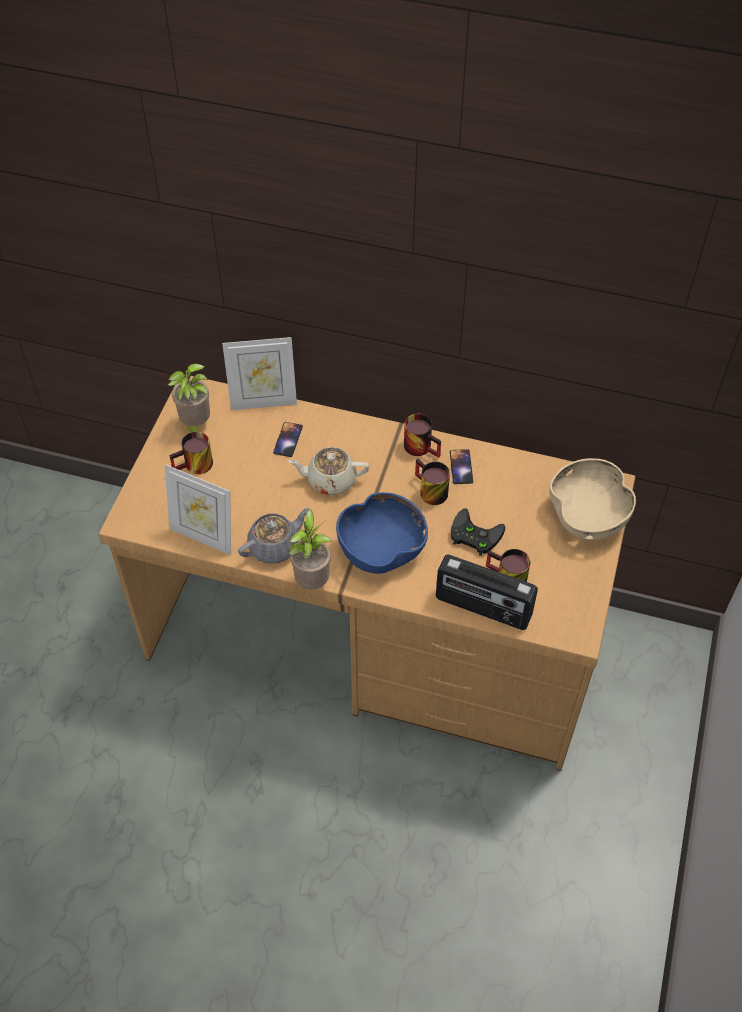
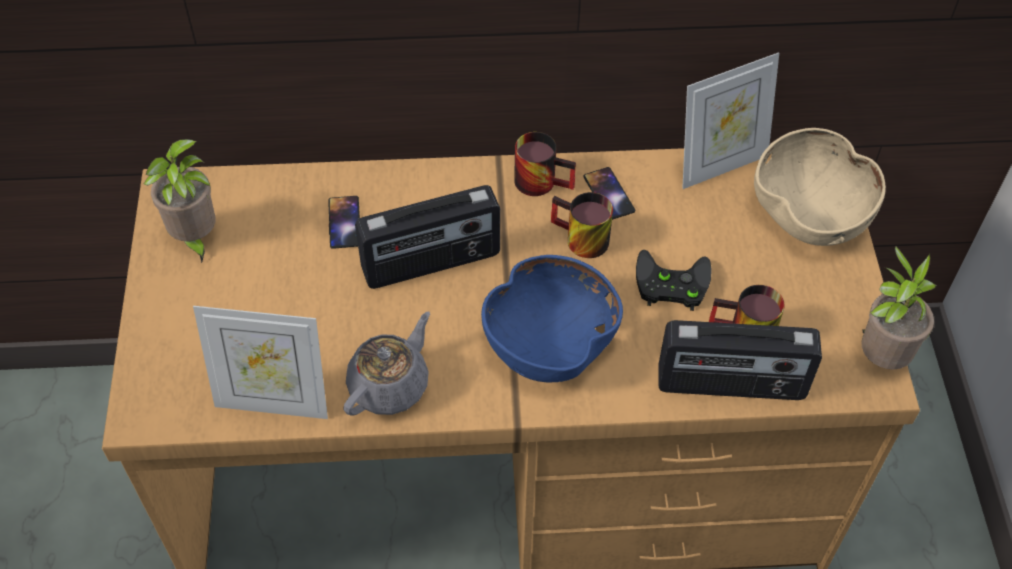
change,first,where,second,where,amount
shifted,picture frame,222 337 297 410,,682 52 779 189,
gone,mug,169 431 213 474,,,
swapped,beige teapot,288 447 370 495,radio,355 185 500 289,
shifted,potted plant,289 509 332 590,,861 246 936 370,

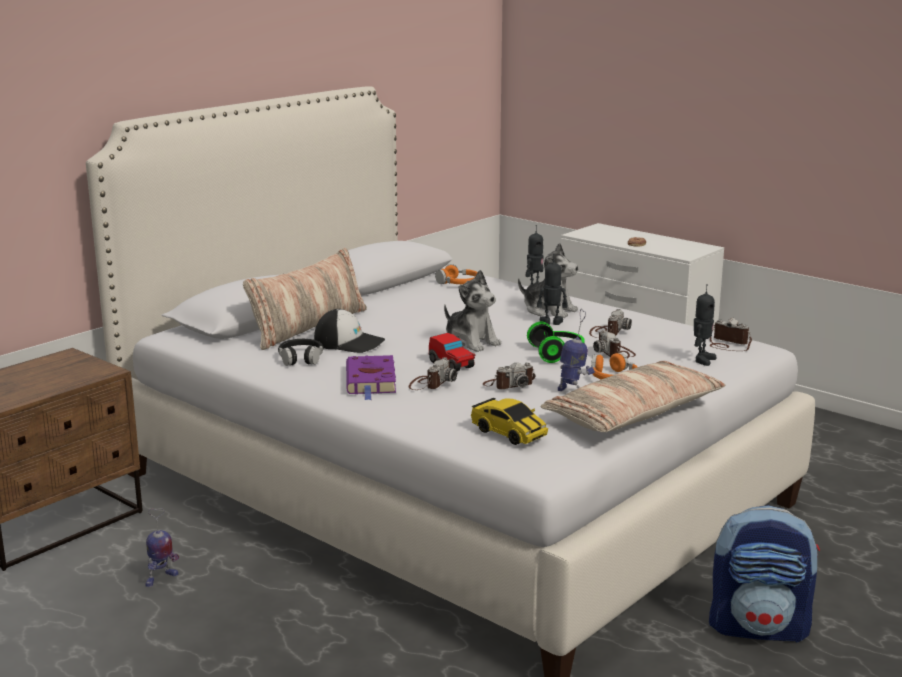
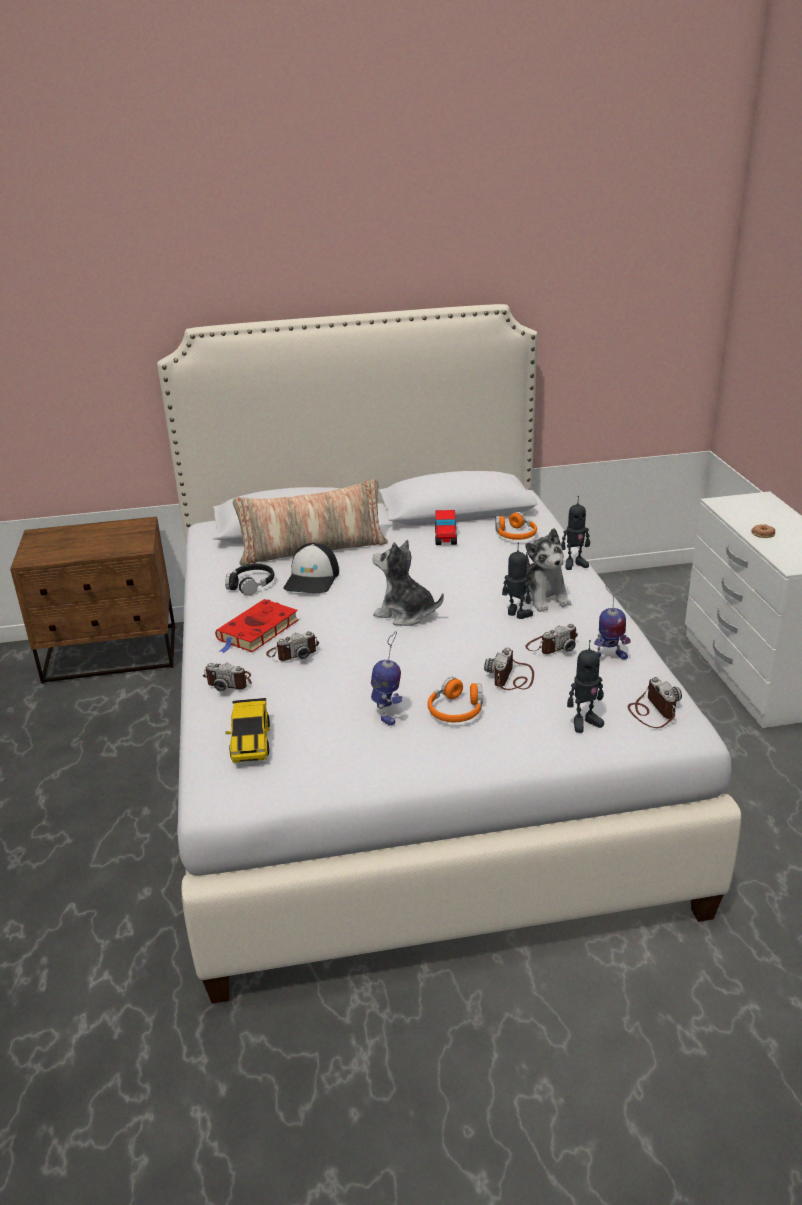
change,first,where,second,where,amount
rotated,plush toy,444 270 501 352,,372 540 444 626,120 degrees clockwise
rotated,cap,314 309 385 353,,284 543 339 593,45 degrees clockwise
gone,headphones,527 322 585 363,,,
shifted,toy car,429 333 475 371,,435 510 457 545,
repainted,purple book,346 355 396 400,red book,215 599 299 653,
gone,pillow,541 361 725 432,,,
shifted,photo camera,483 362 536 389,,203 663 252 692,
gone,backpack,709 505 820 643,,,
shifted,toy robot,145 508 179 587,,594 584 631 660,

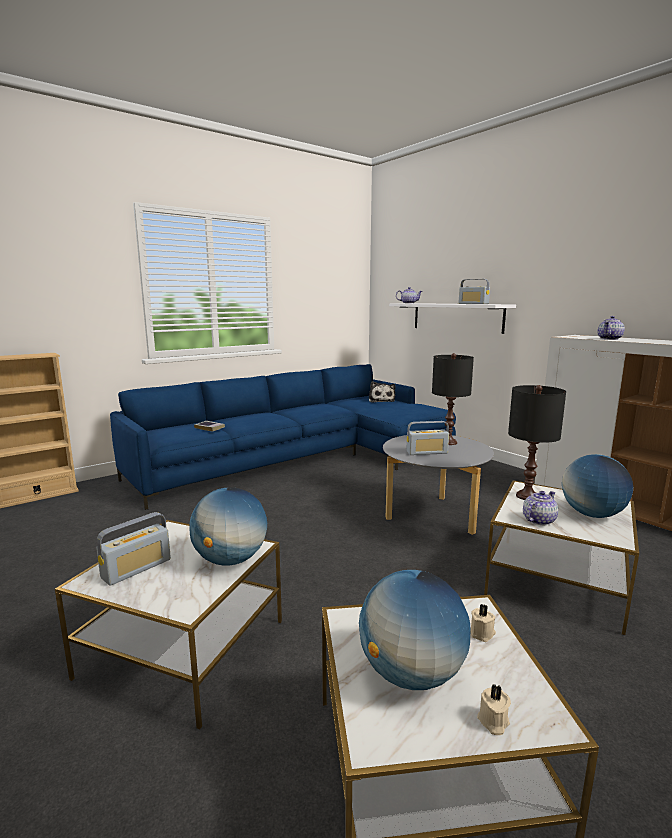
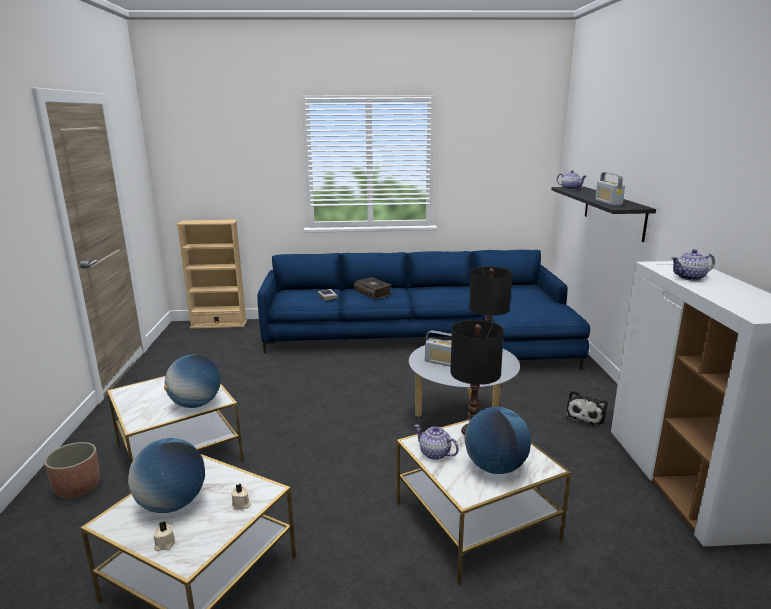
change,first,where,second,where,amount
repainted,white shelf,389 303 516 334,black shelf,551 187 656 242,
shifted,plush toy,369 381 396 403,,566 390 607 427,
rotated,teapot,523 491 558 525,,414 425 459 460,135 degrees counterclockwise
gone,radio,96 512 171 586,,,
new,,,book,354 277 392 299,
new,,,planter,44 442 100 498,

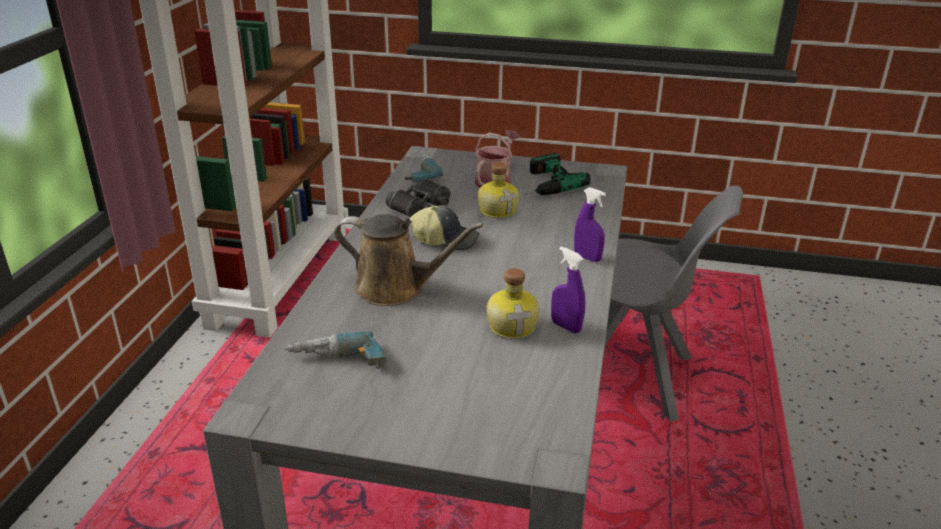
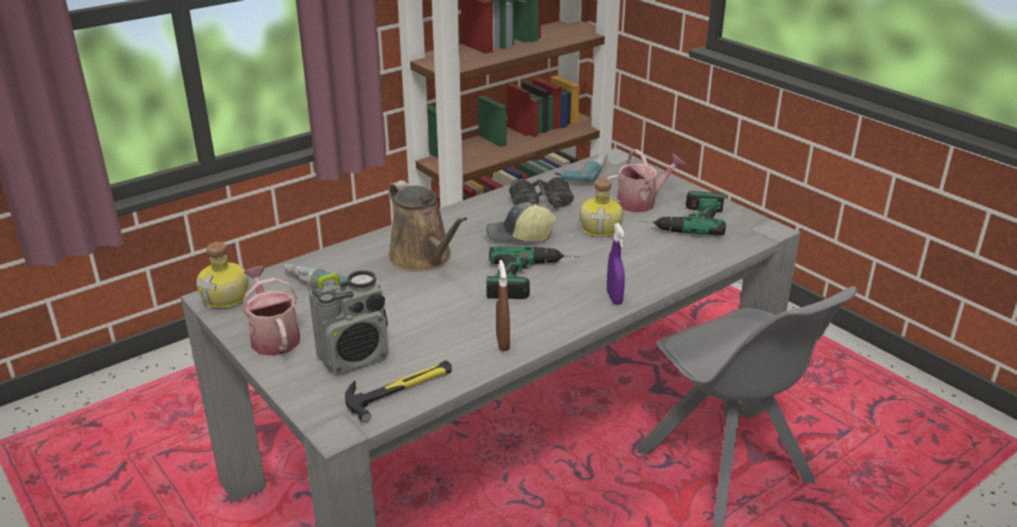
change,first,where,second,where,amount
rotated,cap,410 205 480 250,,486 202 556 242,135 degrees clockwise
repainted,purple spray bottle,551 247 585 334,brown spray bottle,496 260 510 351,
shifted,bottle,487 268 540 339,,196 242 248 308,
new,,,power drill,486 247 580 299,
new,,,watering can,242 266 300 356,
new,,,radio,309 270 389 374,
new,,,hammer,345 360 452 423,

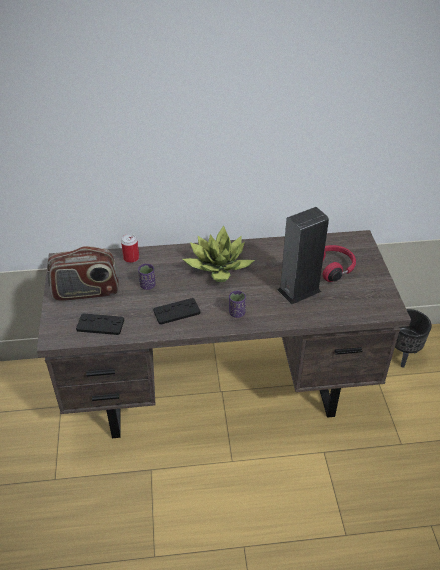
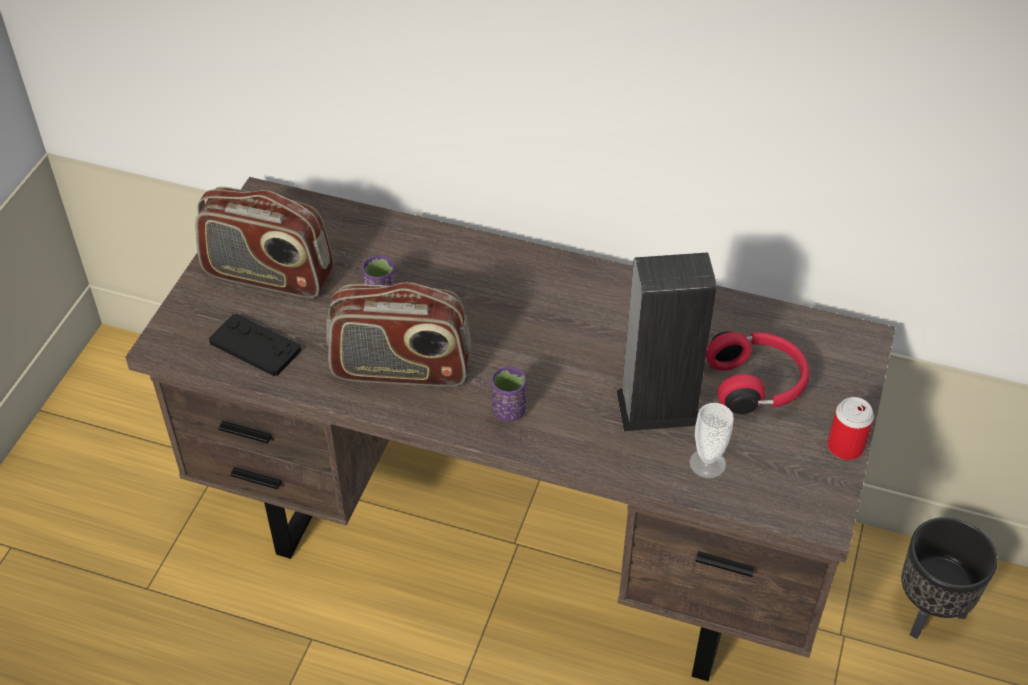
change,first,where,second,where,amount
gone,potted plant,183 225 255 282,,,
shifted,can,121 234 139 263,,827 397 874 460,
swapped,black game controller,153 298 200 325,radio,326 282 471 387,
new,,,cup,689 403 734 478,

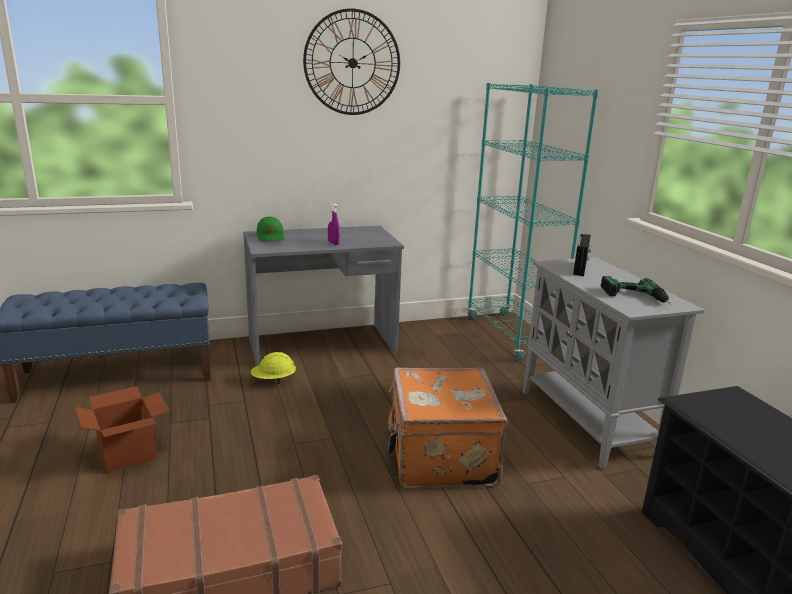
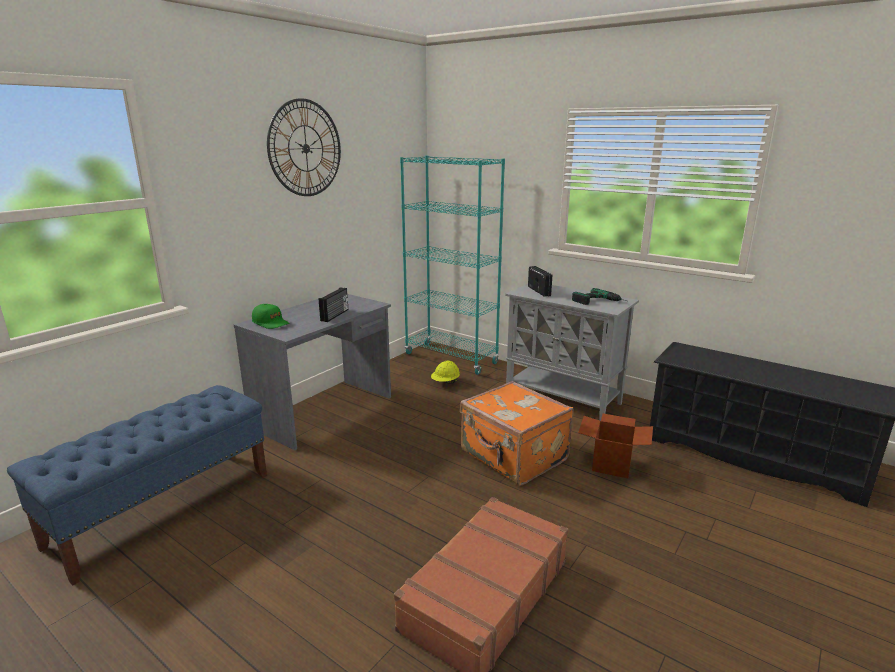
change,first,where,second,where,amount
swapped,purple spray bottle,328 202 340 245,radio,319 288 348 322,
shifted,yellow hard hat,250 352 296 384,,431 361 460 384,
shifted,cardboard box,75 386 170 473,,578 414 653 478,

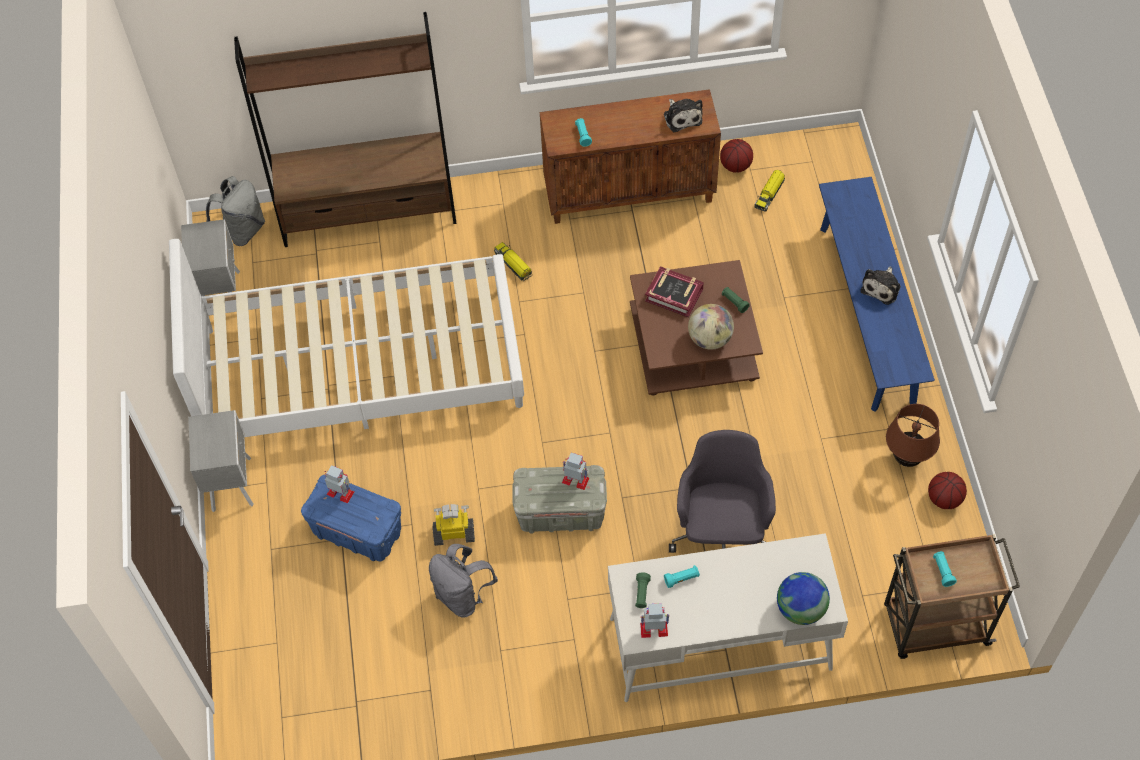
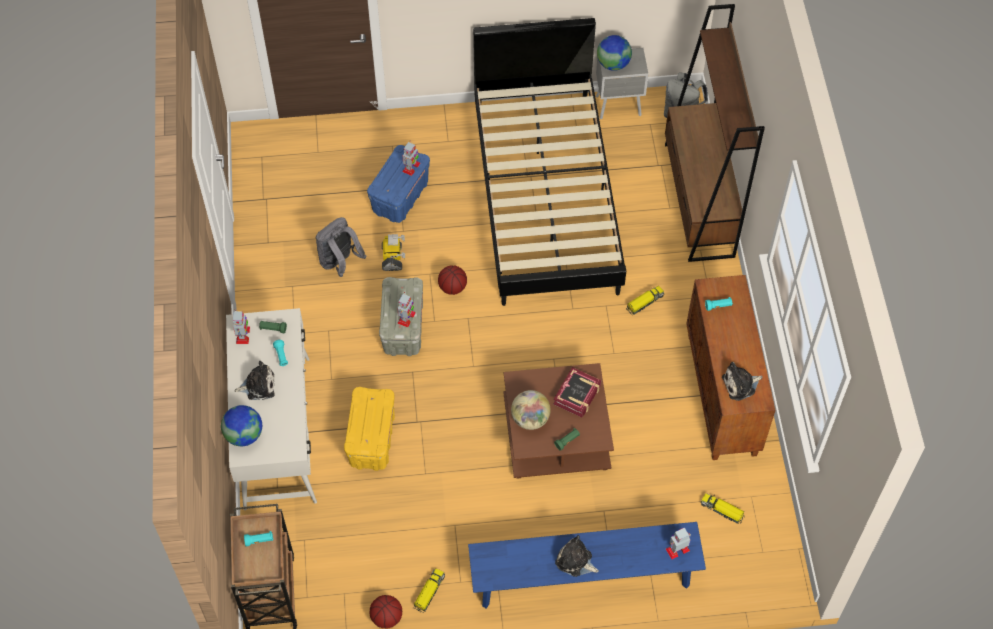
change,first,where,second,where,amount
shifted,basketball,720 139 753 173,,438 265 467 295,
repainted,white bed,169 239 524 437,black bed,473 18 626 306,
swapped,brown table lamp,886 404 940 467,toy truck,414 568 445 613,
gone,grey nightstand,188 410 254 512,,,
swapped,grey office chair,669 430 776 553,yellow storage box,344 387 395 471,
new,,,globe,597 35 632 71,
new,,,plush toy,234 361 275 400,
new,,,toy robot,666 528 691 559,

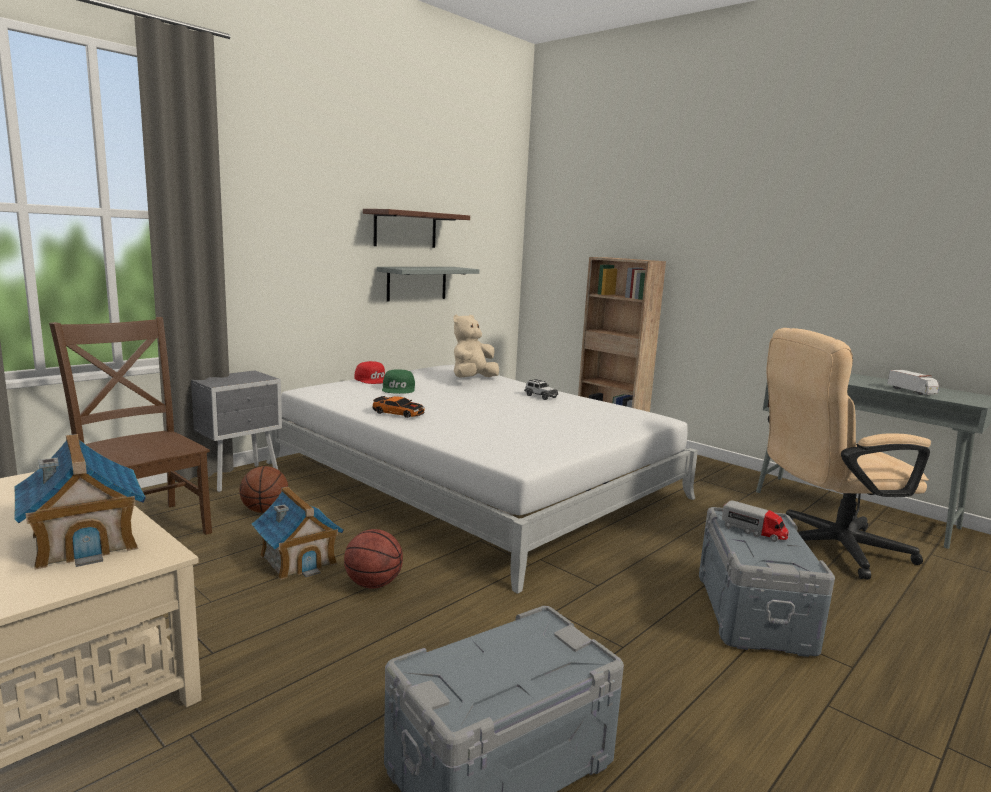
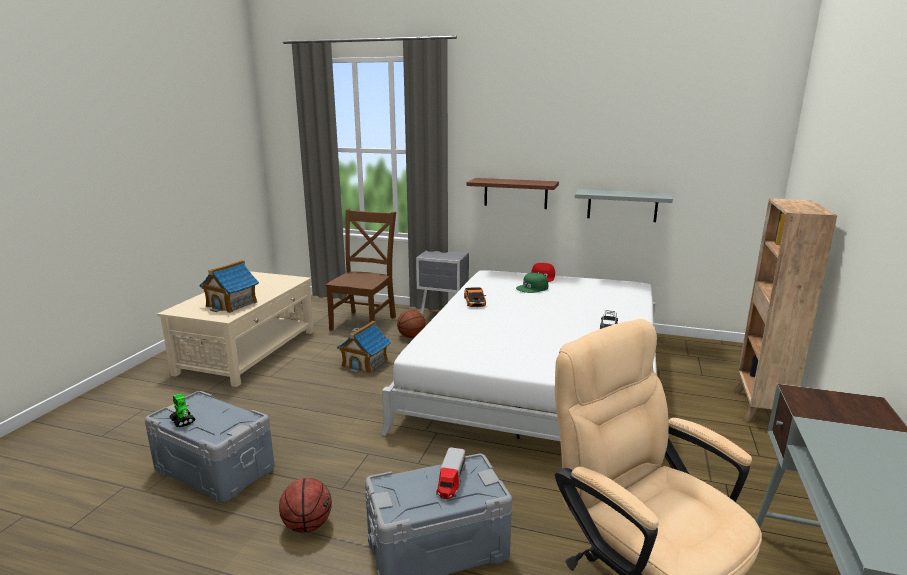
change,first,where,second,where,amount
shifted,brown shelf,363 209 470 248,,467 178 559 209,
gone,beige plush toy,453 315 499 378,,,
gone,toy truck,887 370 939 395,,,
shifted,basketball,344 529 403 589,,279 478 332 533,
new,,,toy robot,170 393 195 428,

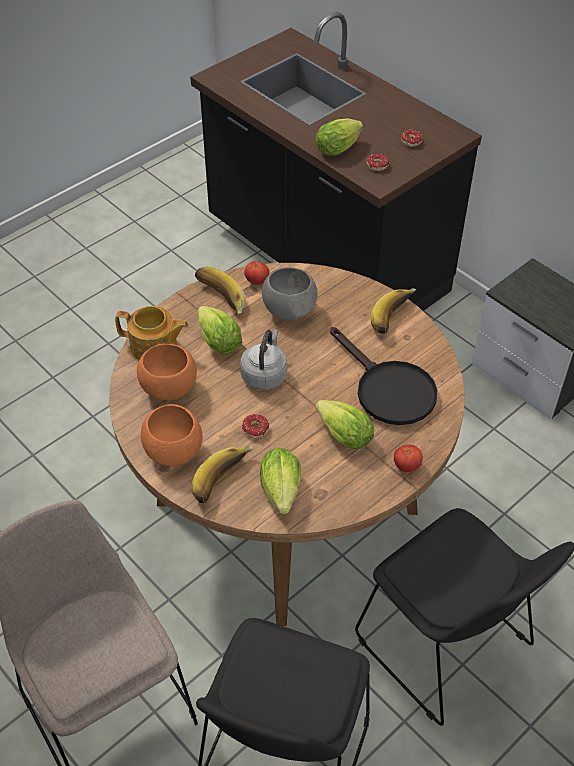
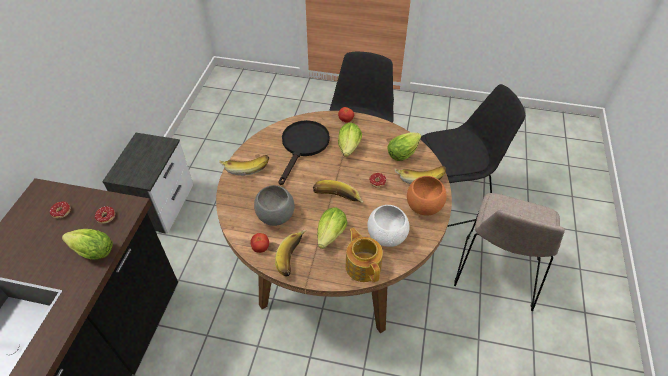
change,first,where,second,where,amount
swapped,grey kettle,240 330 287 390,banana,313 180 363 203,
repainted,orange bowl,137 344 197 400,white bowl,368 205 409 247,

